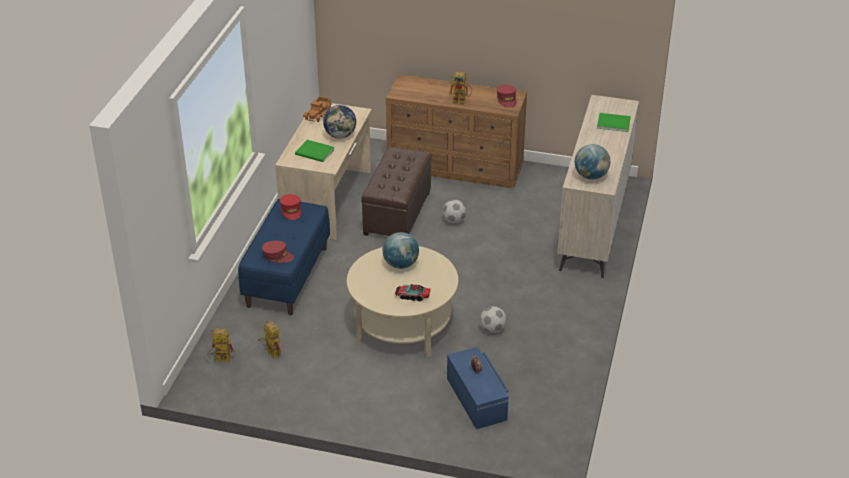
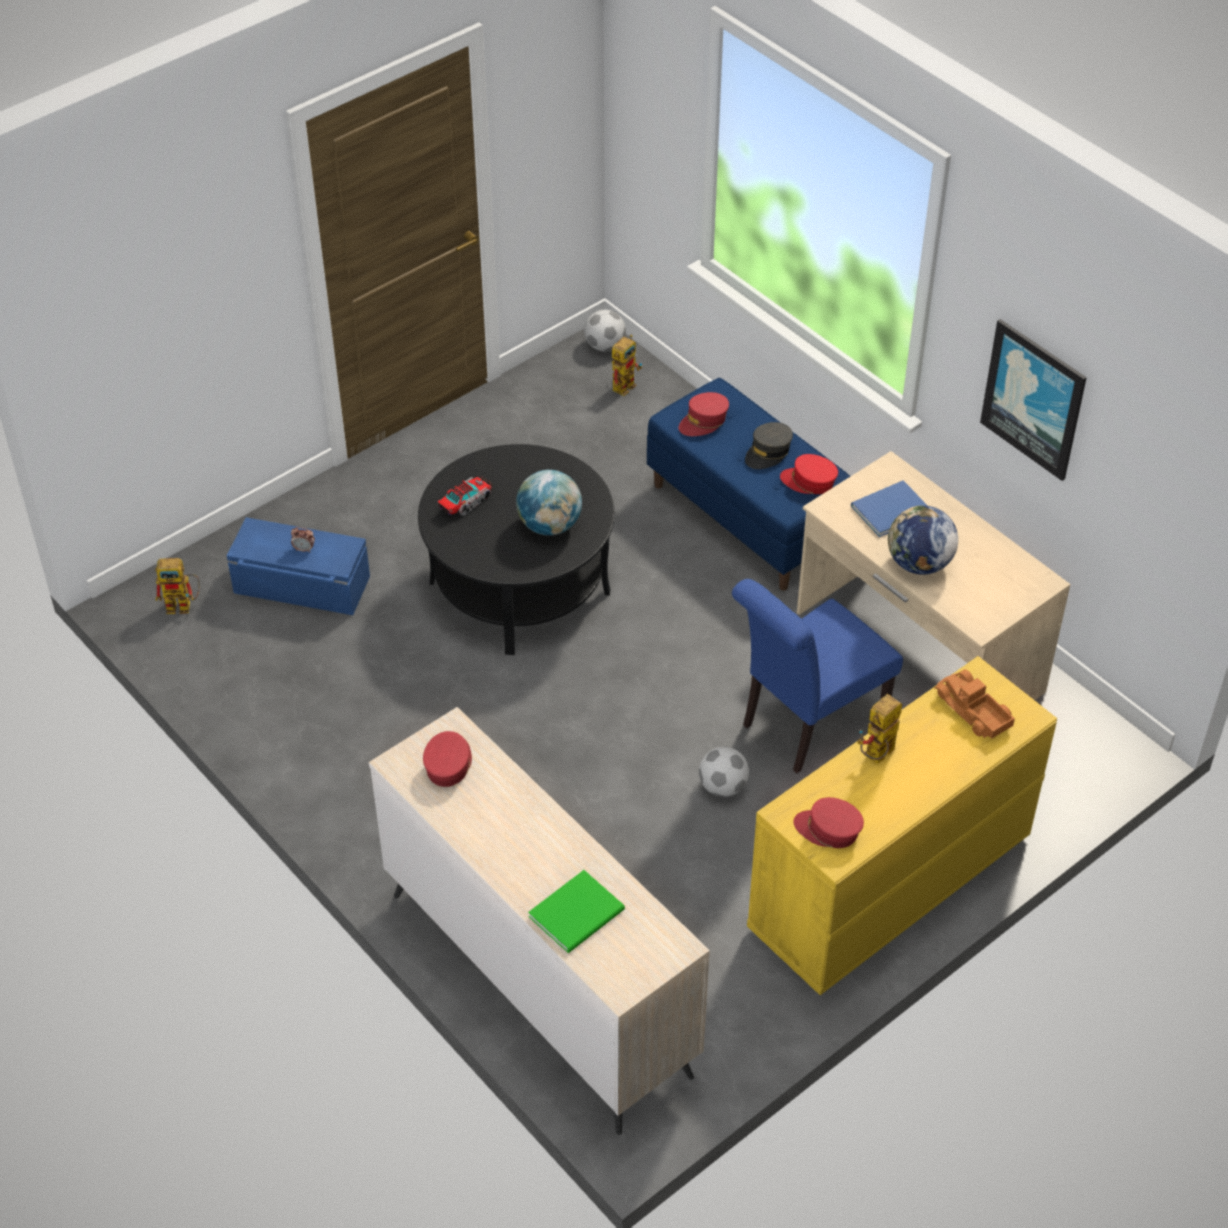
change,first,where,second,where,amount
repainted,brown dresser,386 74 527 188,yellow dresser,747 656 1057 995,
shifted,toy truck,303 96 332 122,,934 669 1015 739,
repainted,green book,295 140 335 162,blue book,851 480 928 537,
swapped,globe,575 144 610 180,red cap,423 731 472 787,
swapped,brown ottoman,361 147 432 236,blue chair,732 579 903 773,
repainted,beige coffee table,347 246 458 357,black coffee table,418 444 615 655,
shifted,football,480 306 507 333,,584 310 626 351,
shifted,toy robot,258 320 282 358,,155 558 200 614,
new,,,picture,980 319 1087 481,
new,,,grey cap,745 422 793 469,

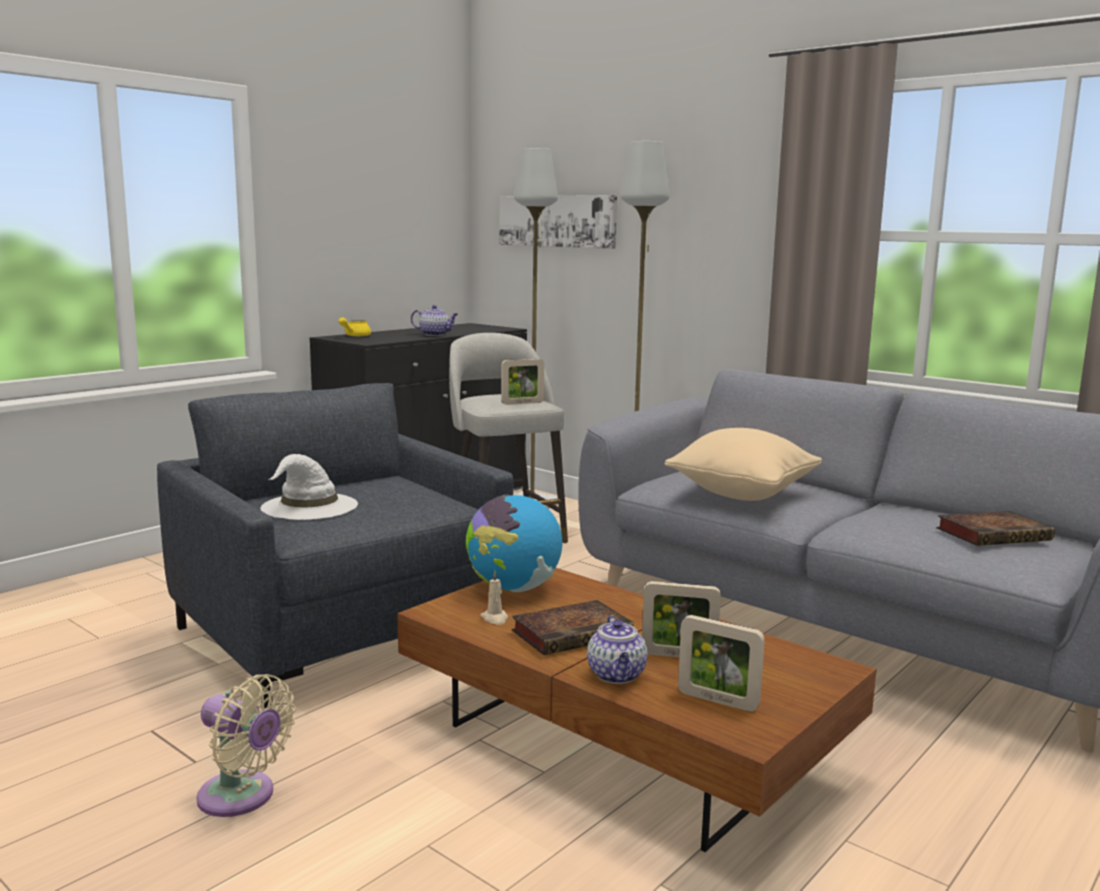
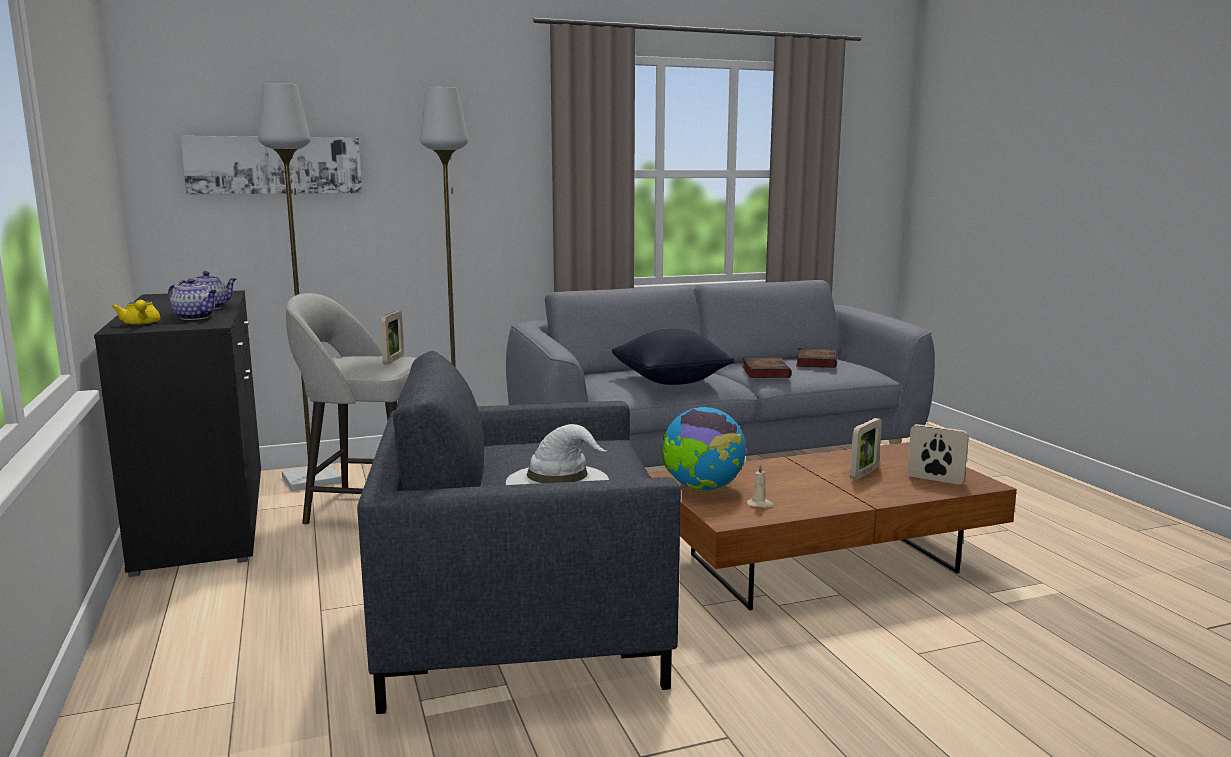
change,first,where,second,where,amount
repainted,beige pillow,665 428 822 501,black pillow,612 329 734 385,
shifted,book,512 600 634 655,,742 357 791 378,
shifted,teapot,587 615 648 684,,168 279 217 320,
rotated,picture frame,678 615 765 712,,907 424 969 484,120 degrees counterclockwise
gone,beige fan,196 674 296 817,,,

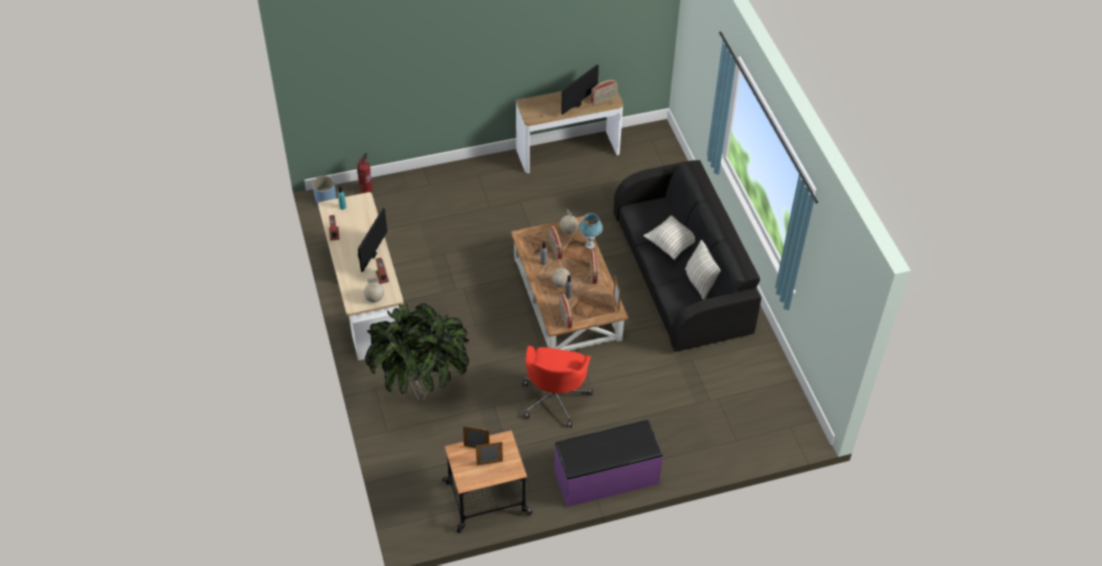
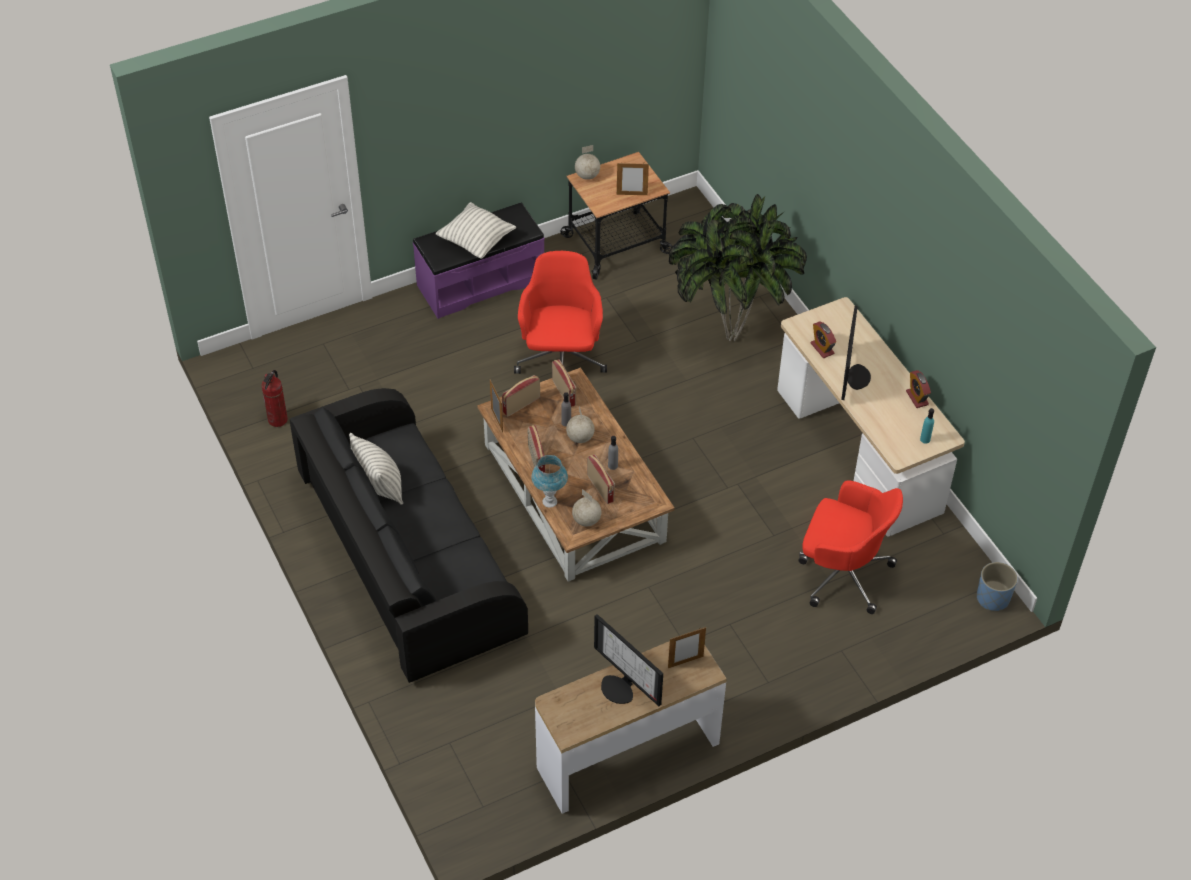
change,first,where,second,where,amount
rotated,monitor,561 64 599 115,,594 614 663 706,105 degrees clockwise
shifted,radio,591 80 617 105,,502 375 540 417,
shifted,fire extinguisher,357 153 373 194,,262 370 288 427,
shifted,pillow,644 215 695 260,,435 202 516 259,
shifted,globe,364 278 384 303,,575 145 600 180,
shifted,picture frame,476 442 503 466,,668 627 706 668,
new,,,red office chair,798 480 903 614,

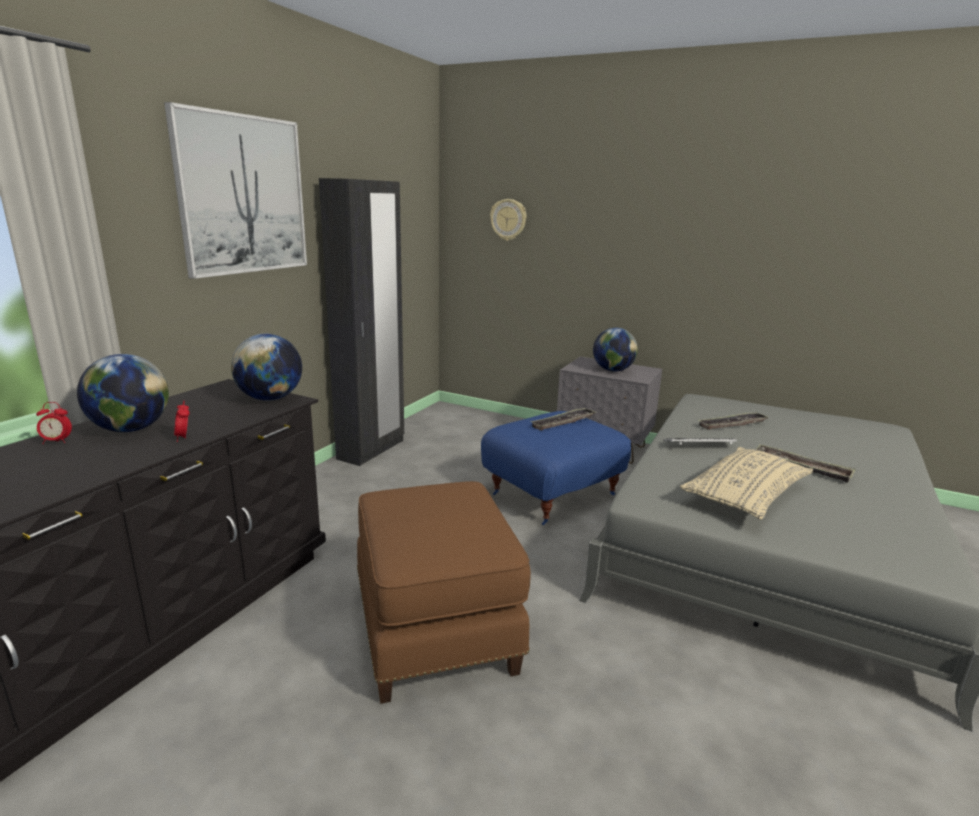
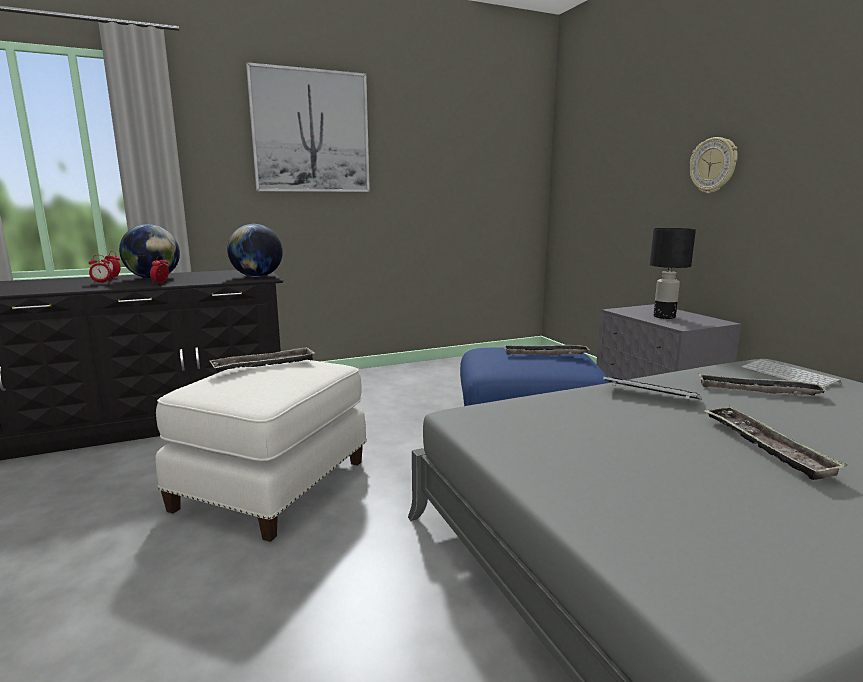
change,first,where,second,where,amount
gone,black wardrobe,319 178 404 466,,,
shifted,wall clock,490 199 527 241,,690 137 738 194,
swapped,globe,593 328 638 372,black table lamp,650 228 696 319,
gone,beige pillow,680 447 813 520,,,
repainted,brown ottoman,357 481 531 704,white ottoman,155 360 367 542,
new,,,alarm clock,89 255 112 284,
new,,,tray,210 346 315 371,
new,,,keyboard,741 359 841 388,

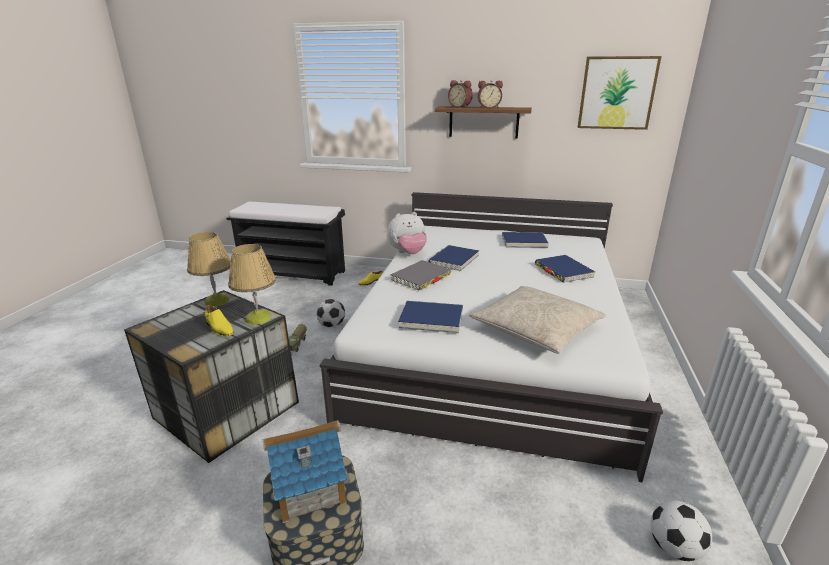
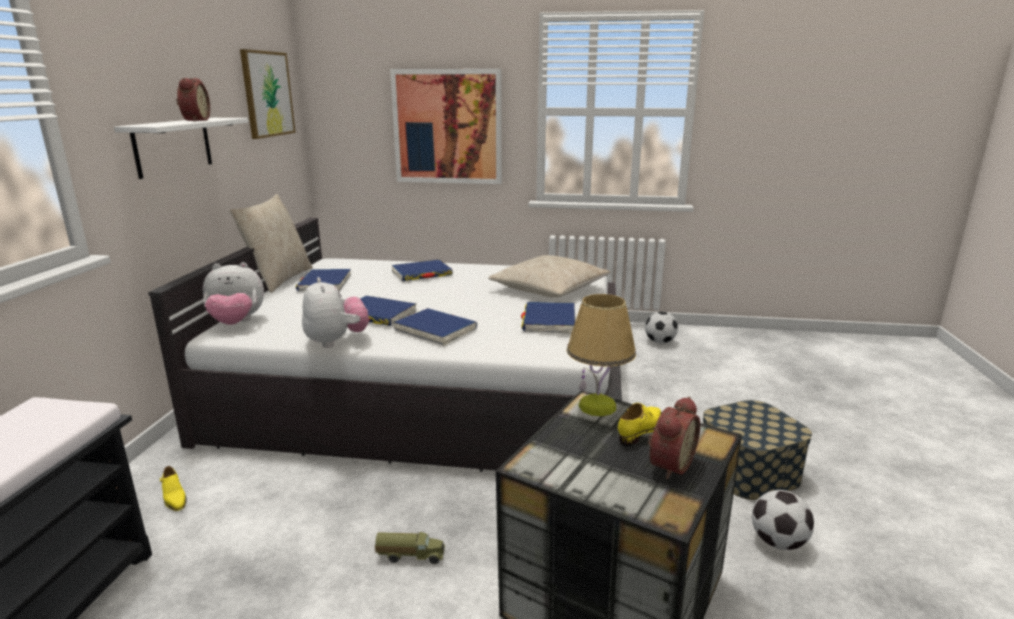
change,first,where,second,where,amount
shifted,alarm clock,448 80 473 108,,648 396 700 479,
repainted,brown shelf,435 106 532 139,white shelf,114 118 248 179,
gone,table lamp,187 232 231 307,,,
repainted,grey book,390 260 451 290,blue book,393 308 477 345,
shifted,football,316 299 345 328,,752 490 814 550,
gone,toy house,263 420 350 523,,,
new,,,picture,390 69 502 184,
new,,,beige pillow,230 194 313 293,
new,,,plush toy,203 262 264 325,

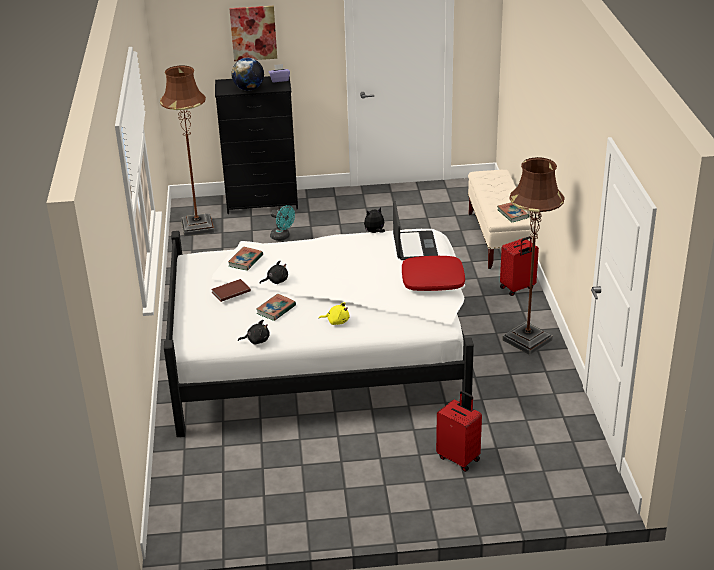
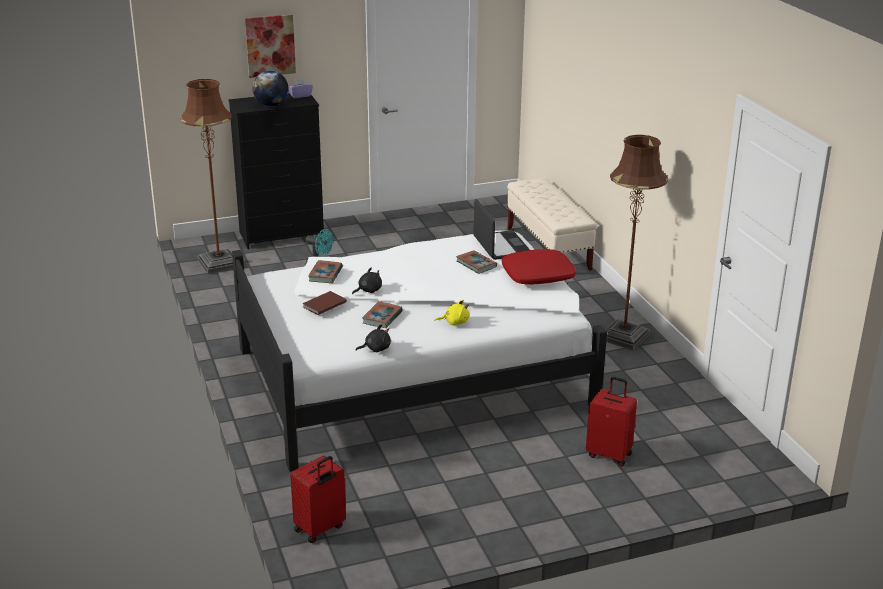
change,first,where,second,where,amount
shifted,book,497 202 529 222,,456 250 497 274,
gone,plush toy,364 207 385 233,,,
shifted,red suitcase,500 236 539 296,,290 456 346 543,

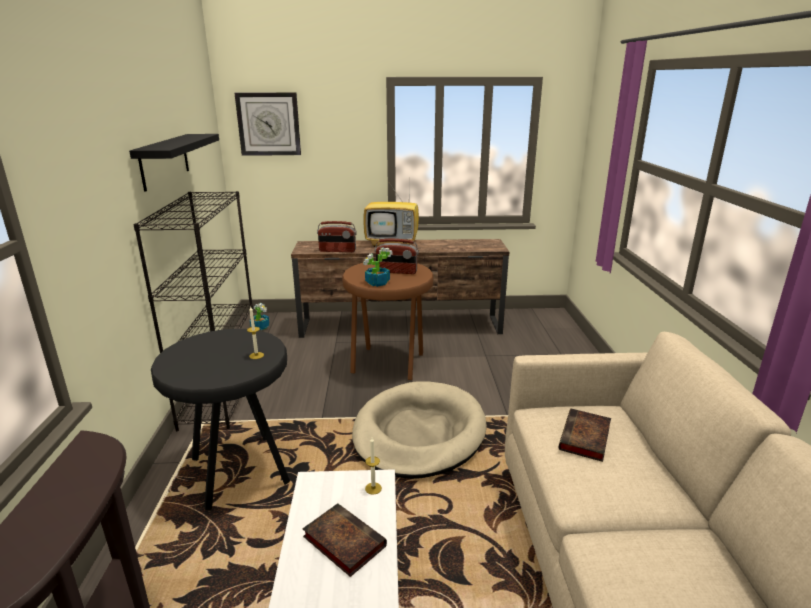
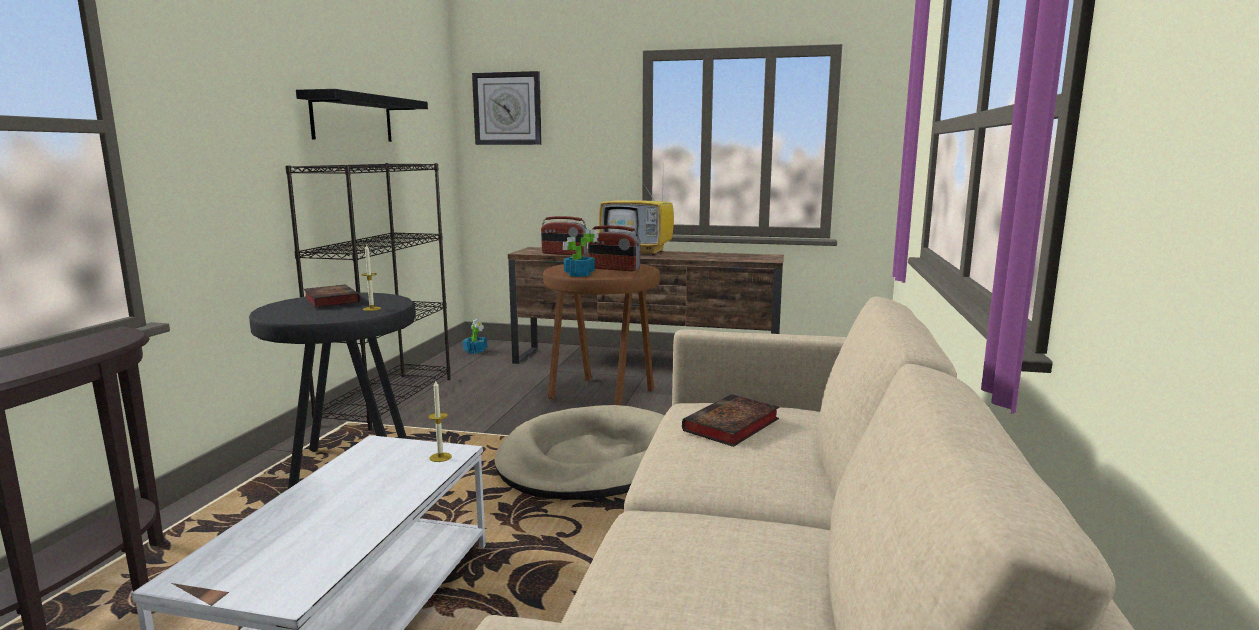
change,first,where,second,where,amount
shifted,book,302 503 387 577,,304 284 360 308,

